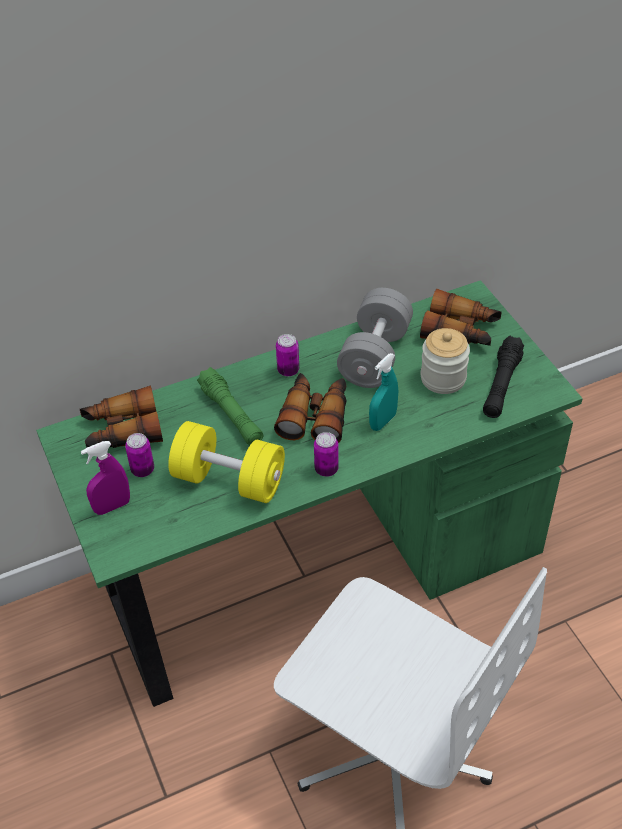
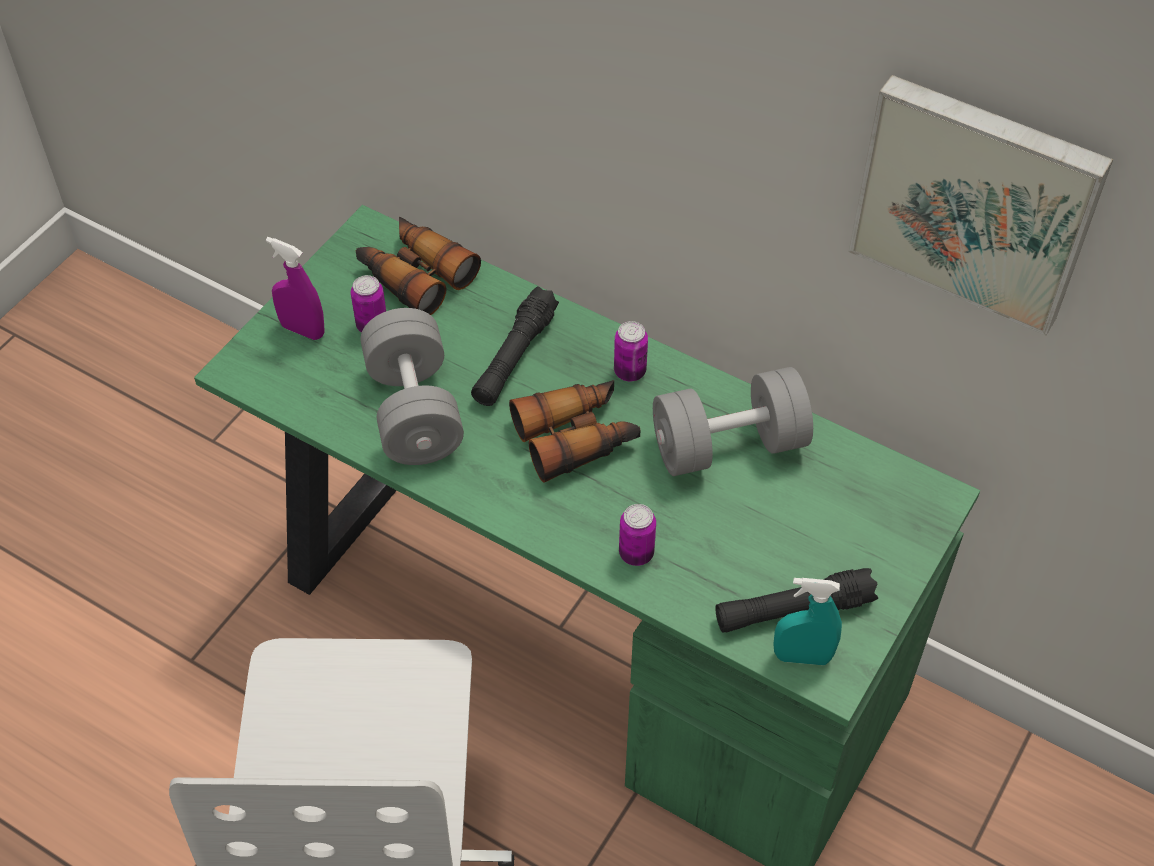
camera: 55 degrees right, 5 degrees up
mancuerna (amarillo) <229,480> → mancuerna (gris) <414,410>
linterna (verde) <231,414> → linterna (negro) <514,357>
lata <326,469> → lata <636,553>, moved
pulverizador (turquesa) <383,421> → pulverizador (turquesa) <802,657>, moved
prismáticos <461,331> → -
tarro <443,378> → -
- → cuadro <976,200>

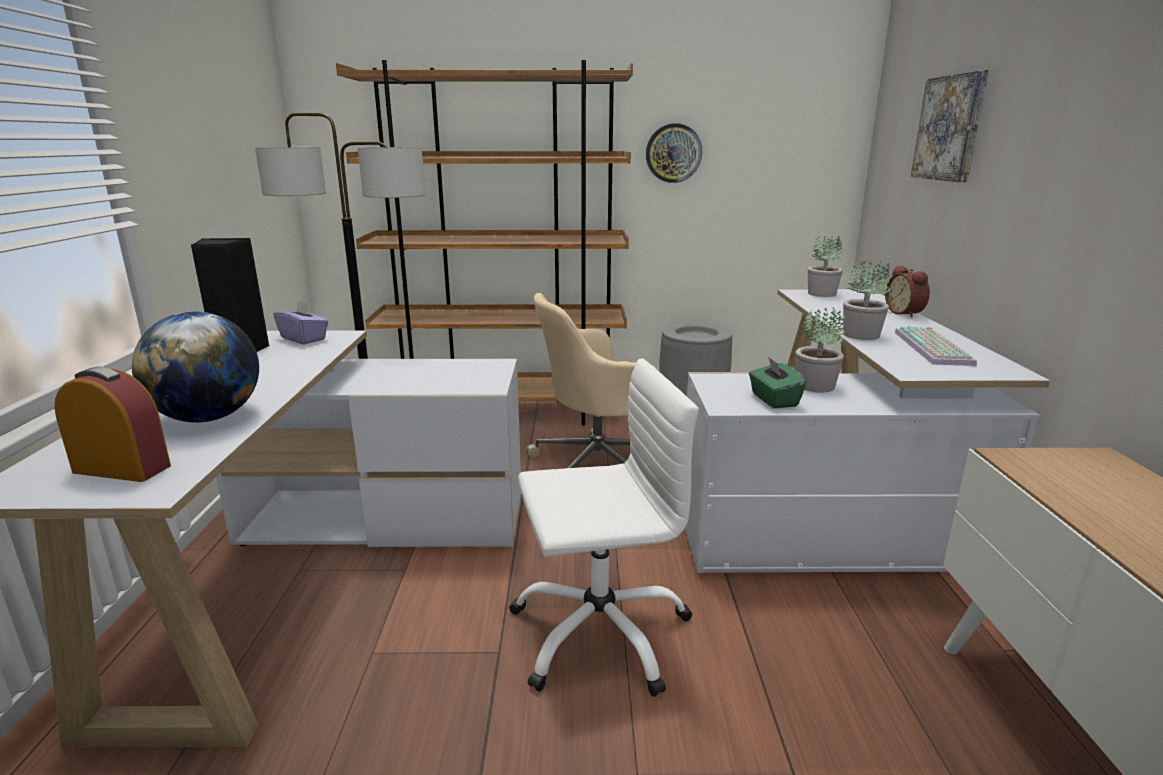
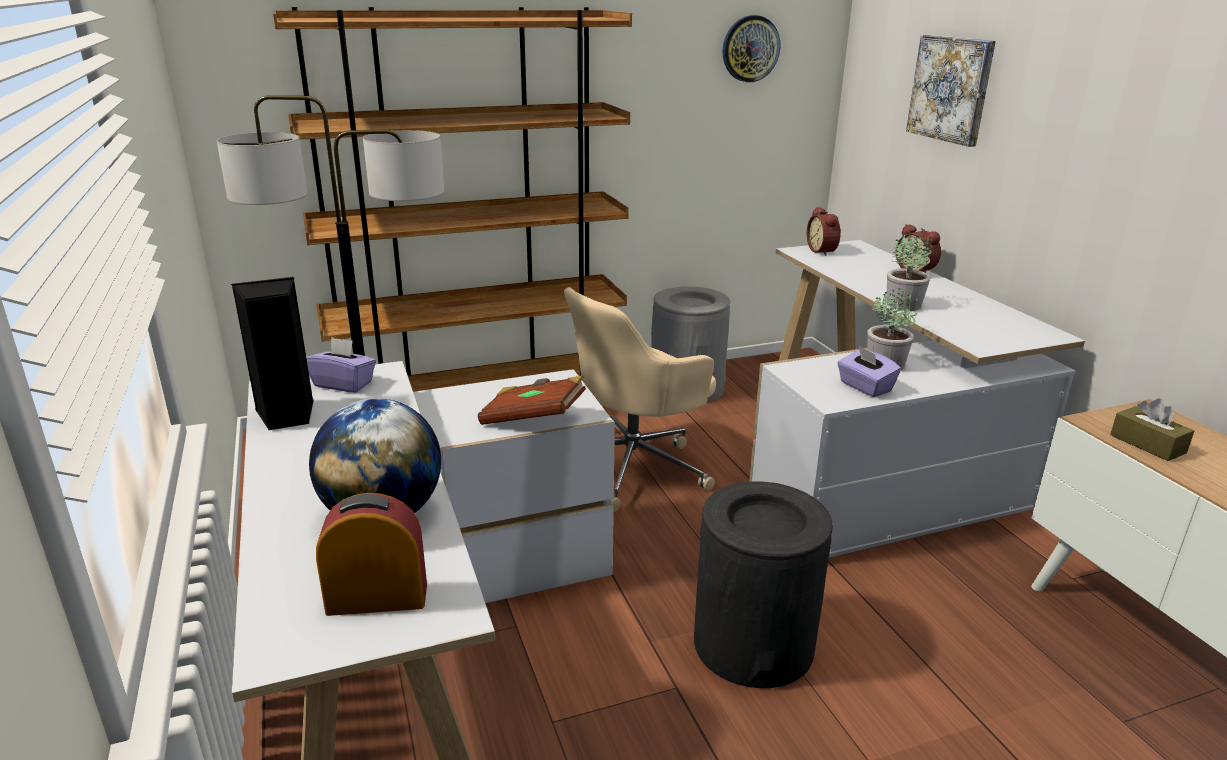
camera: 20 degrees left, 5 degrees up
silla de oficina (blanco) <599,632> → papelera (negro) <754,643>
reloj de pared <673,153> → reloj de pared <750,49>, moved
caja de pañuelos (verde) <773,400> → caja de pañuelos (morado) <865,387>
planta en maceta <822,294> → despertador <823,251>
teclado <935,348> → -
- → libro (marrón) <533,418>
- → caja de pañuelos (marrón) <1147,444>

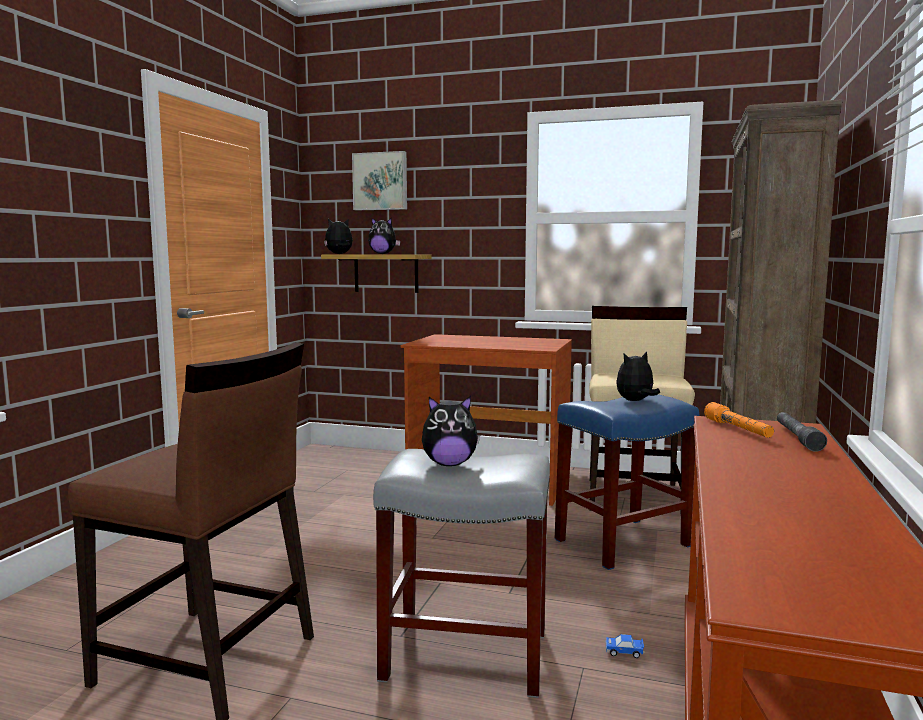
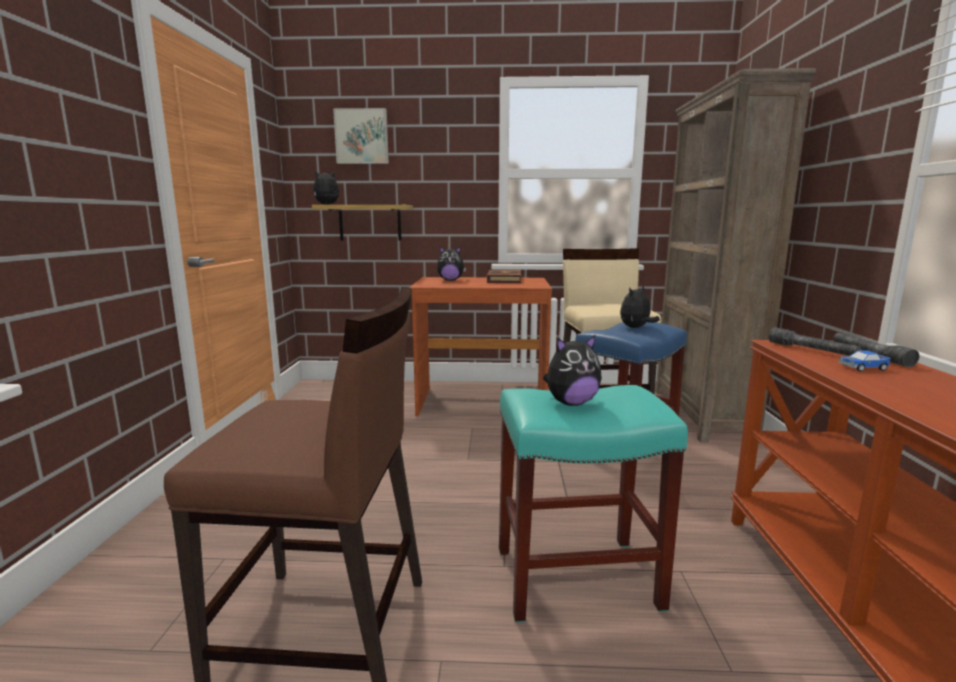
camera: 15 degrees left, 5 degrees up
peluche <383,254> → peluche <450,280>, moved
taburete (gris) <464,656> → taburete (turquesa) <575,578>
coche de juguete <624,652> → coche de juguete <863,368>, moved
linterna (naranja) <738,429> → linterna (gris) <811,350>
- → libro <504,280>

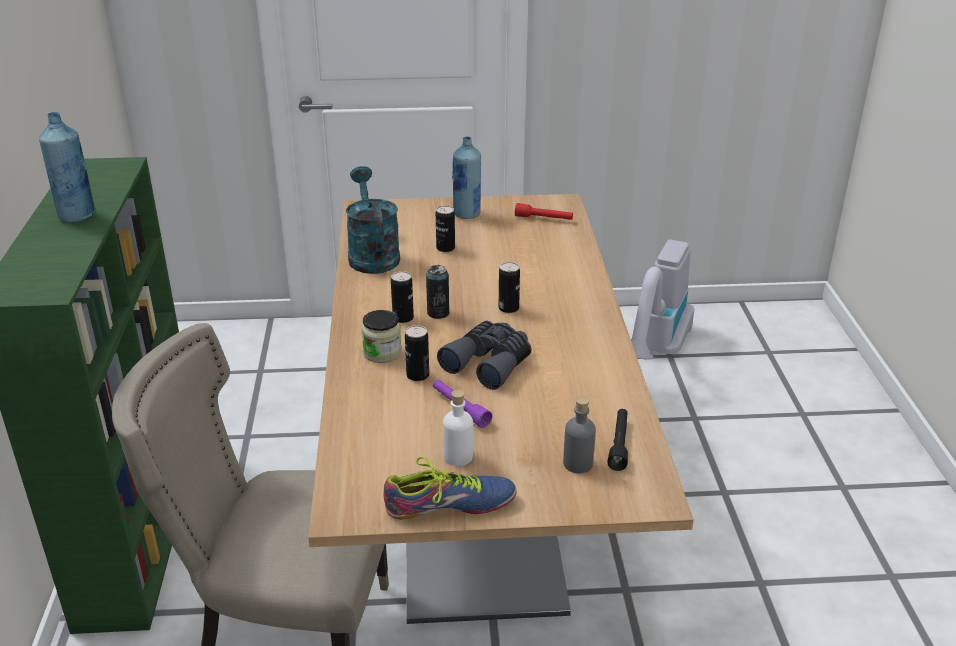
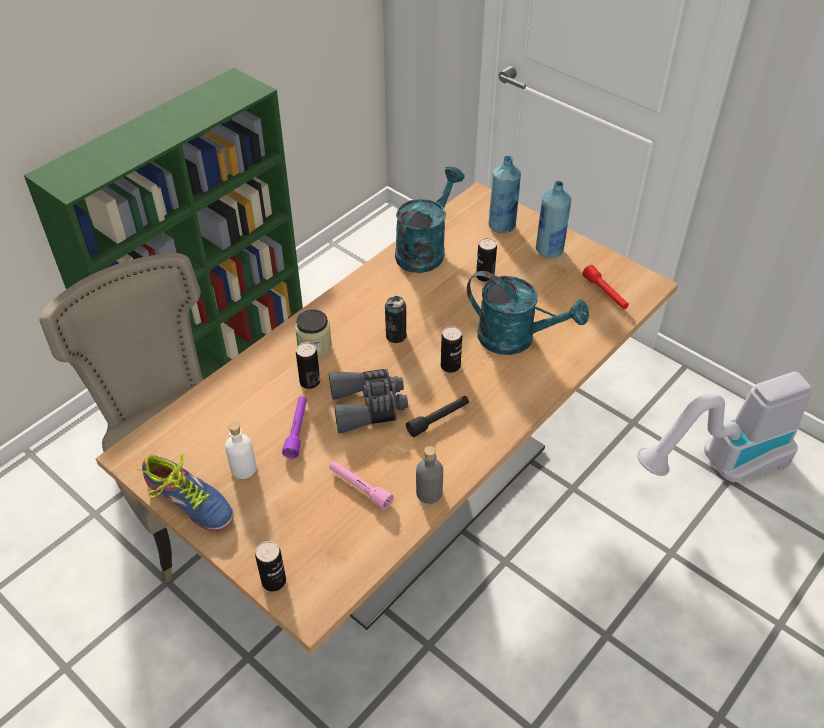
camera: 45 degrees right, 15 degrees up
botella (azul) <77,216> → botella (azul) <502,226>, moved
lata <403,318> → lata <273,581>, moved
botella (gris) <578,464> → botella (gris) <429,493>, moved
linterna (negro) <619,444> → linterna (negro) <438,419>, moved
- → linterna (rosa) <360,488>
- → regadera (turquesa) <516,339>

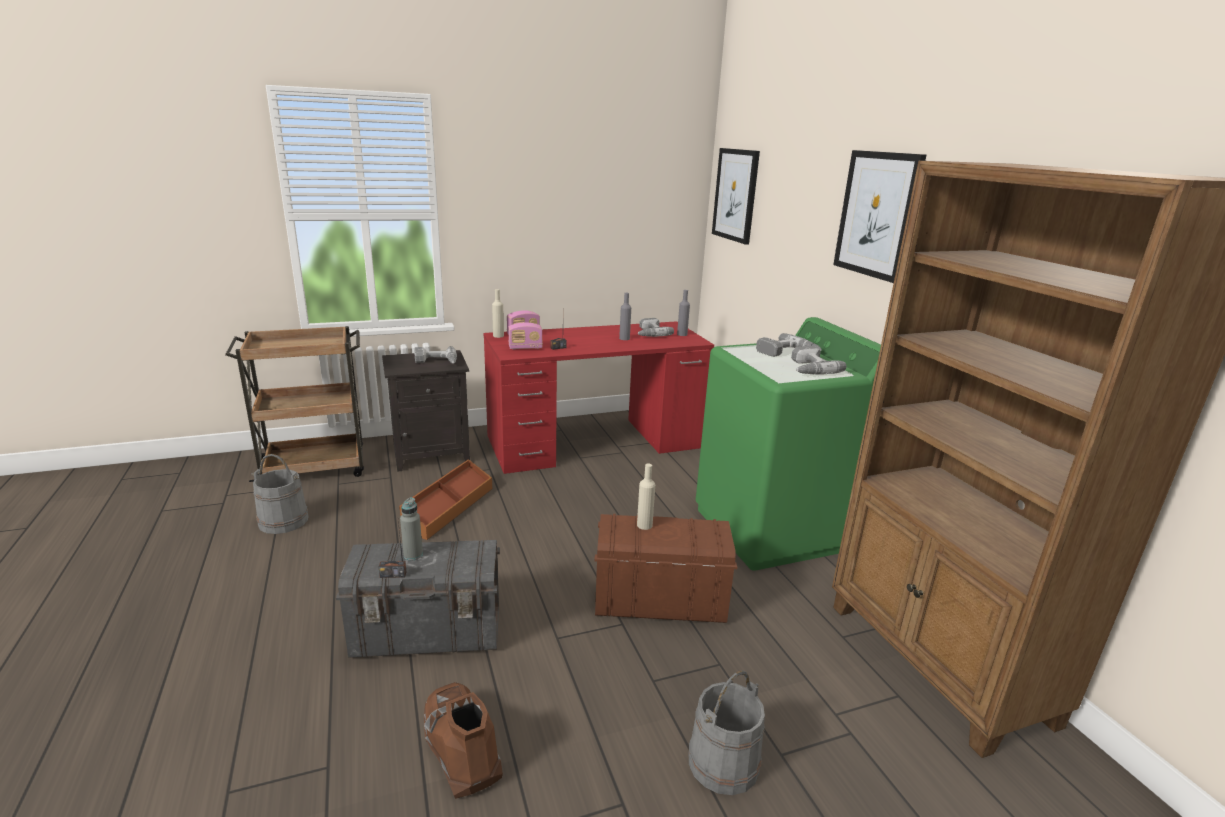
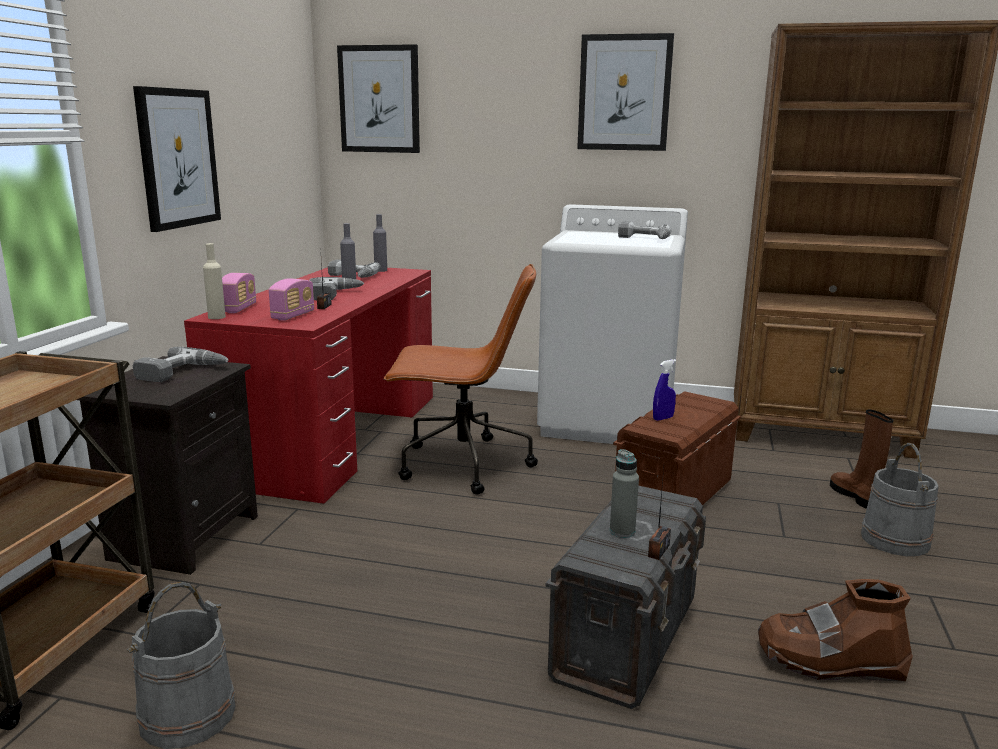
camera: 55 degrees left, 5 degrees down
caja de almacenaje (marrón) <448,508> → -
botella (beis) <644,525> → pulverizador (azul) <663,418>
lavadora (verde) <773,529> → lavadora (blanco) <608,421>
taladro <787,353> → taladro <334,294>, moved
- → cuadro <177,158>
- → silla de oficina (marrón) <461,465>
- → bota (marrón) <855,496>

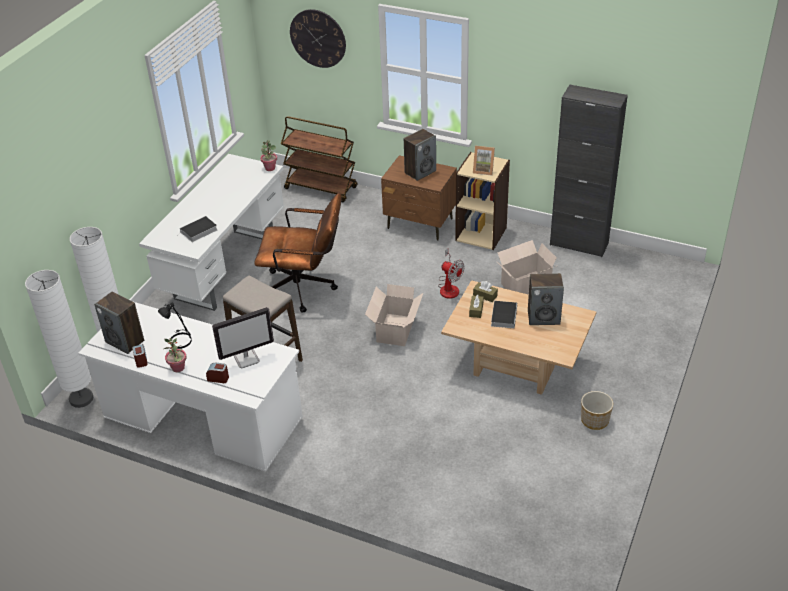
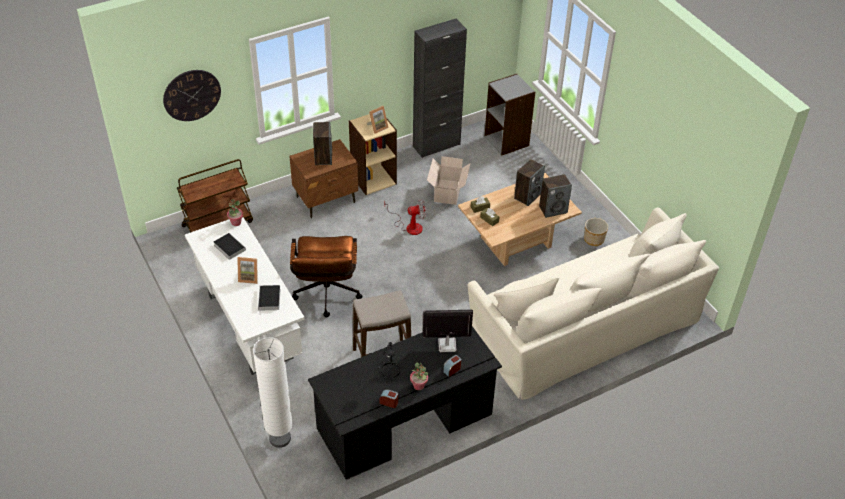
camera: 55 degrees left, 5 degrees up
lámpara de pie (blanco) <81,399> → -
escritorio (blanco) <202,418> → escritorio (negro) <405,423>
altavoz <125,341> → altavoz <553,209>, moved
monitor <247,358> → monitor <446,345>, 105 degrees counterclockwise
silla de oficina (marrón) <305,289> → silla de oficina (marrón) <326,296>, 135 degrees clockwise
caja de cartón <394,330> → -
libro <504,315> → libro <228,247>, moved
- → portarretratos <249,277>
- → sofá (beis) <584,324>
- → estantería (gris) <507,141>

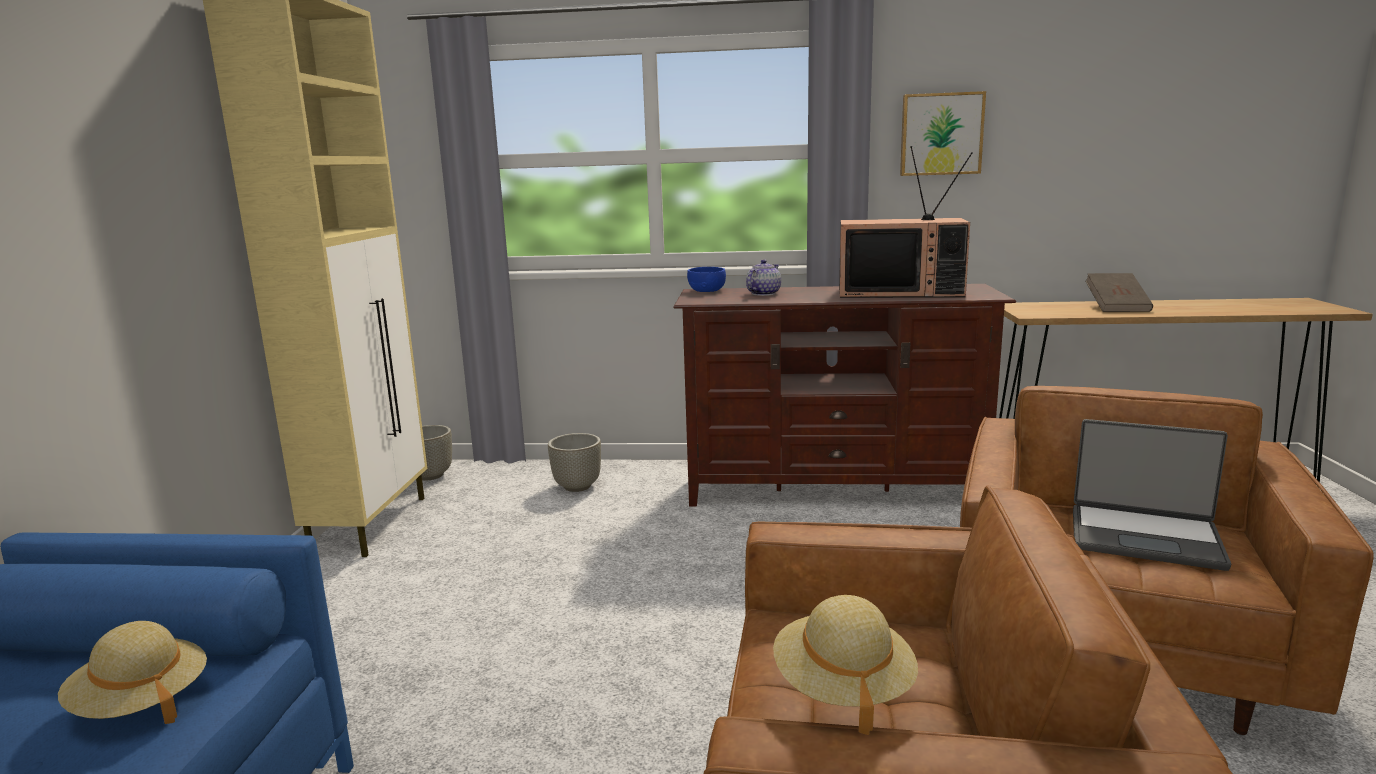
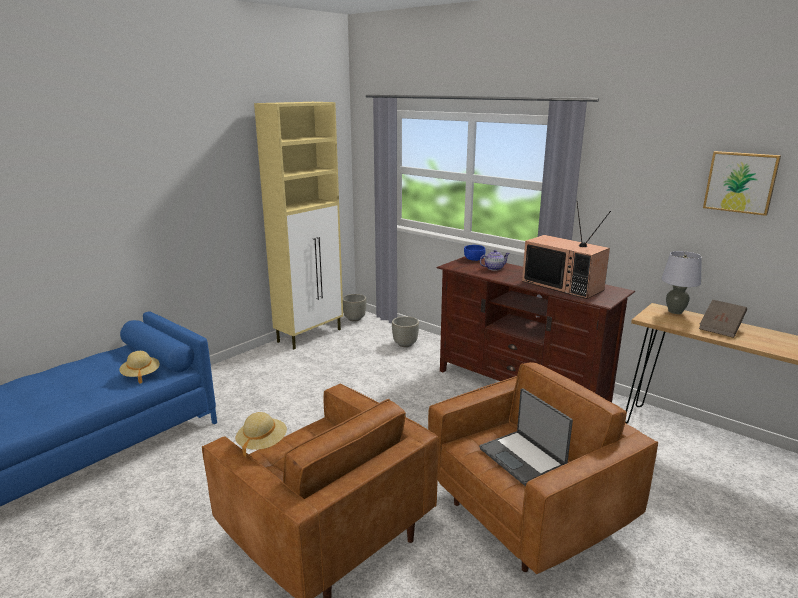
camera: 35 degrees right, 5 degrees up
cuadro <941,134> → cuadro <741,182>, moved
- → lámpara de mesa (gris) <675,311>

